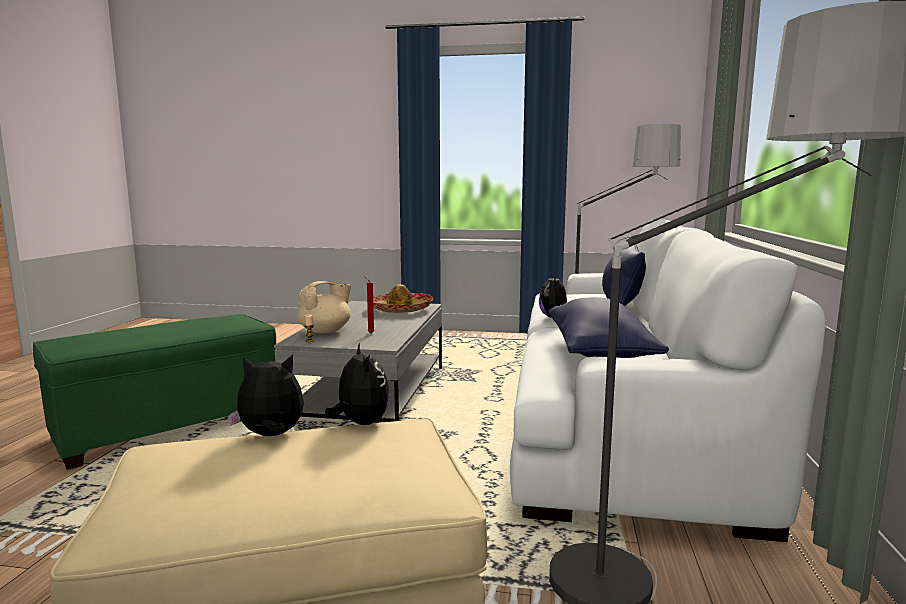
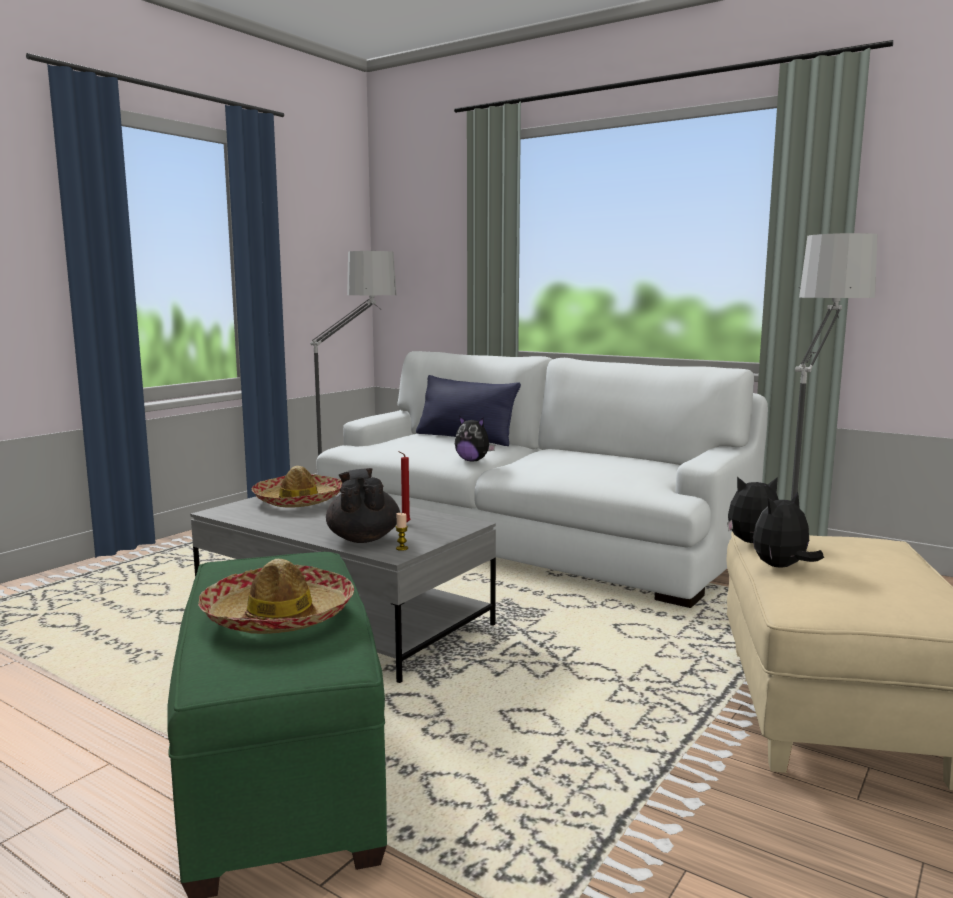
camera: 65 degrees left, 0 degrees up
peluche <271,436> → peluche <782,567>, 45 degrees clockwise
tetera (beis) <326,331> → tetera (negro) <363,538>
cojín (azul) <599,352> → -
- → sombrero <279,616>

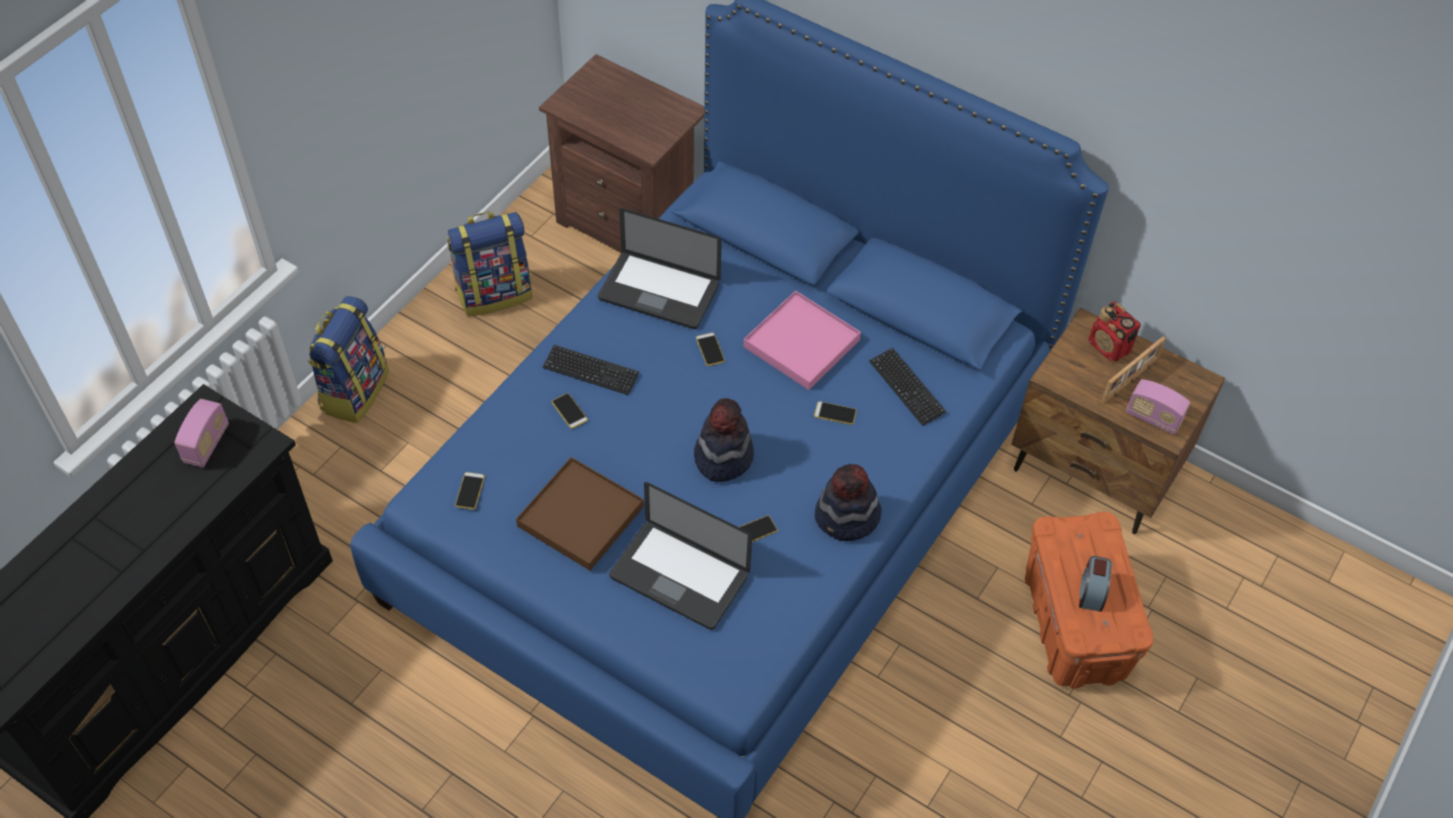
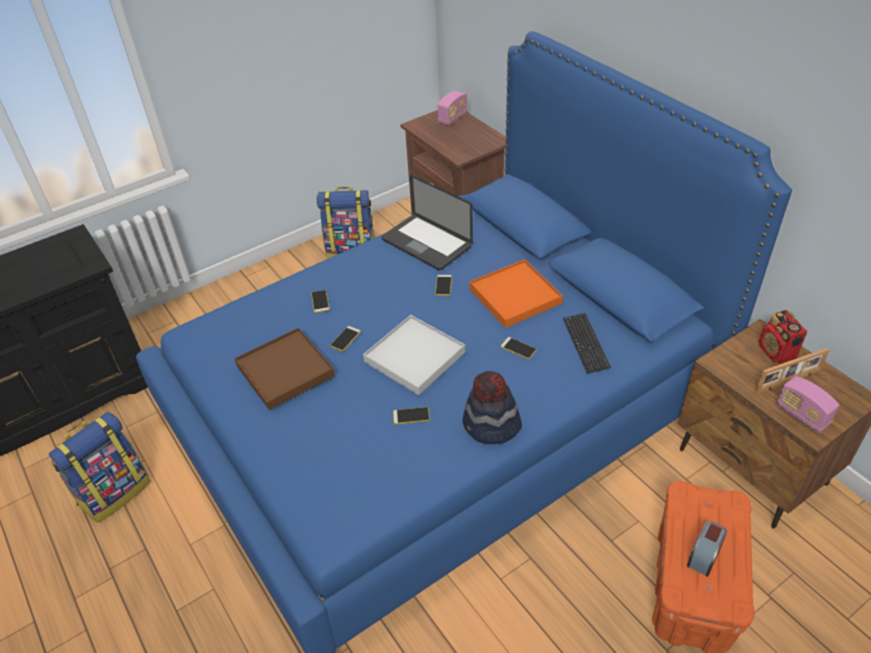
camera: 25 degrees right, 10 degrees down
radio <207,444> → radio <453,118>, moved
mochila <354,390> → mochila <114,492>, moved
móvil <470,491> → móvil <345,339>, moved
teclado <591,371> → -
portátil <679,576> → -
sombrero <723,456> → bandeja (blanco) <414,357>
bandeja (rosa) <801,343> → bandeja (naranja) <515,296>

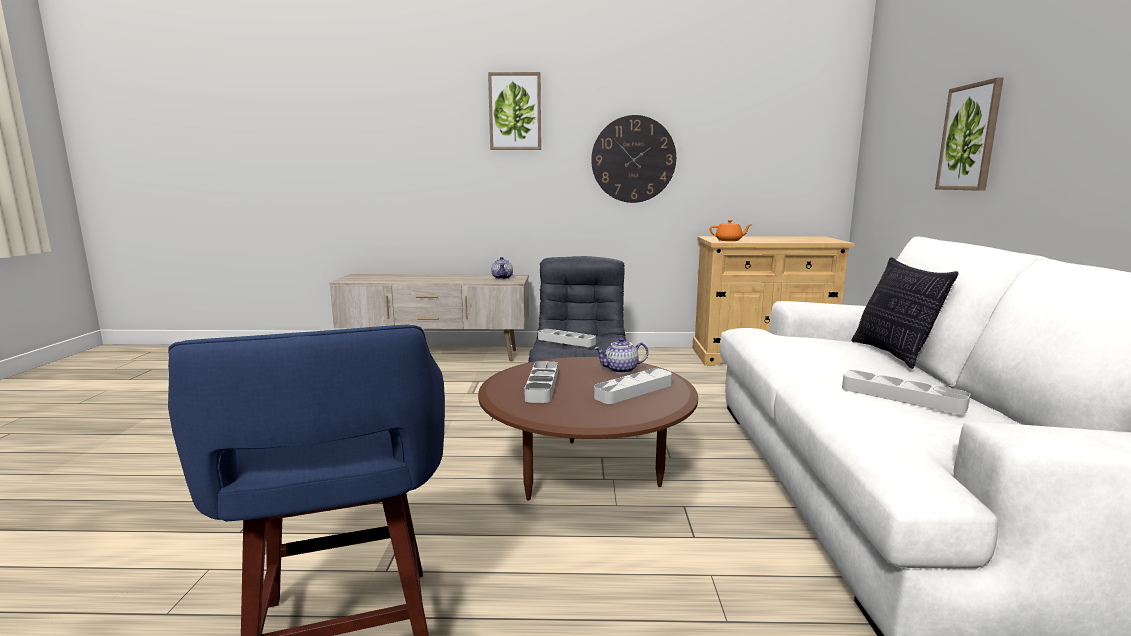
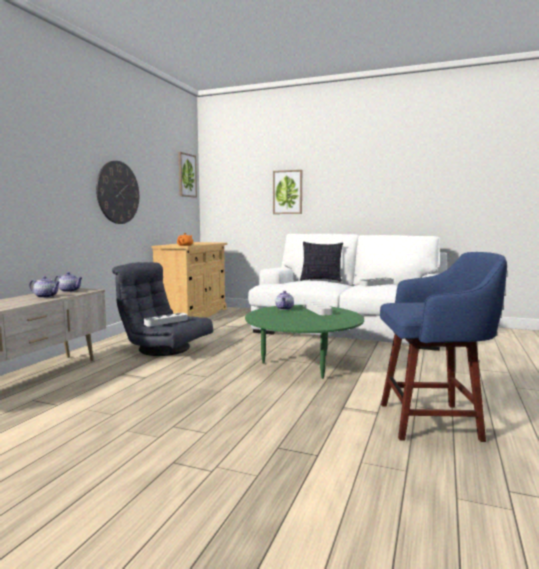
camera: 70 degrees left, 5 degrees down
mesa de centro (marrón) <586,474> → mesa de centro (verde) <303,365>
cuadro <515,112> → cuadro <186,175>, moved
bandeja (gris) <542,386> → -
- → tetera <46,296>

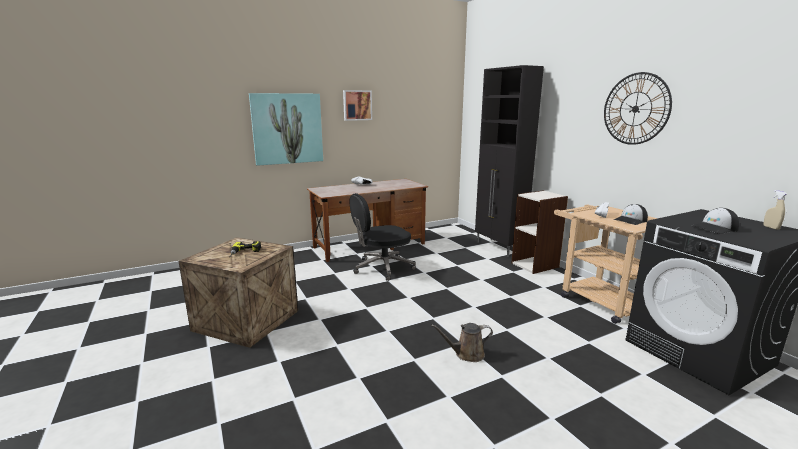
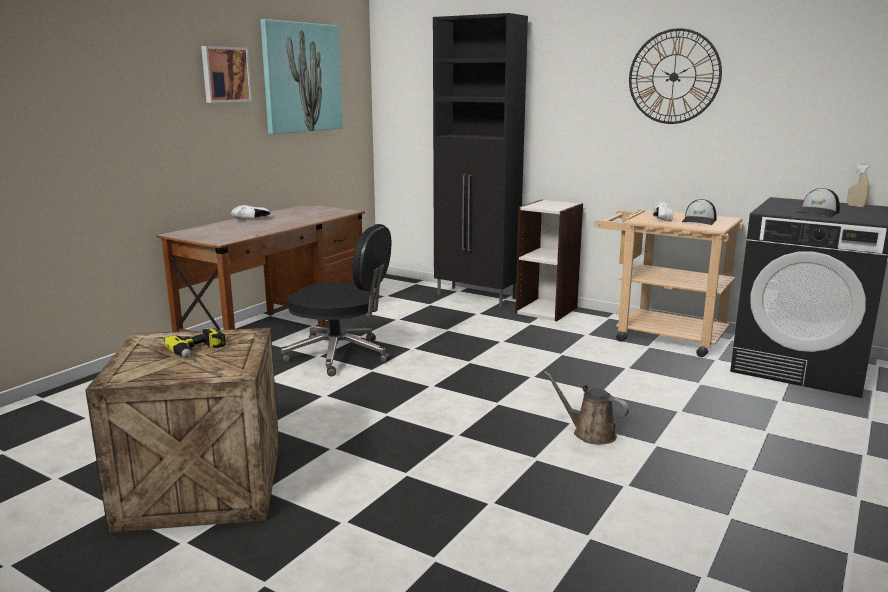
camera: 30 degrees left, 0 degrees up
cuadro <287,128> → cuadro <301,78>, moved
silla de oficina (negro) <382,268> → silla de oficina (negro) <340,355>, 105 degrees counterclockwise
regadera (marrón) <466,354> → regadera (marrón) <590,433>, 75 degrees clockwise

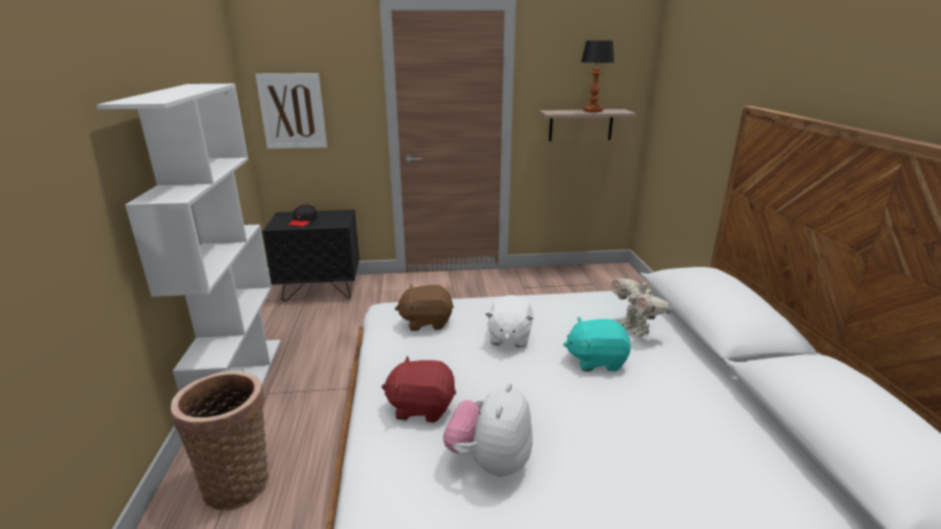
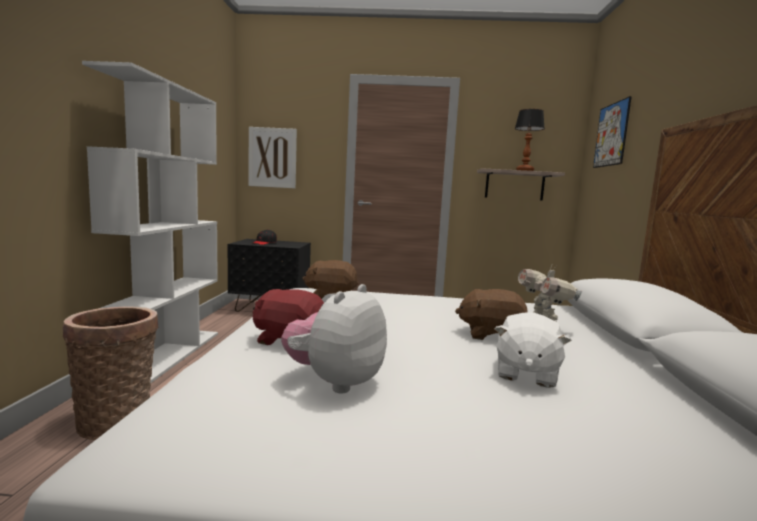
camera: 10 degrees right, 15 degrees down
peluche (blanco) <509,337> → peluche (blanco) <525,373>, moved
peluche (turquesa) <596,360> → peluche (marrón) <491,335>
- → cuadro <611,134>

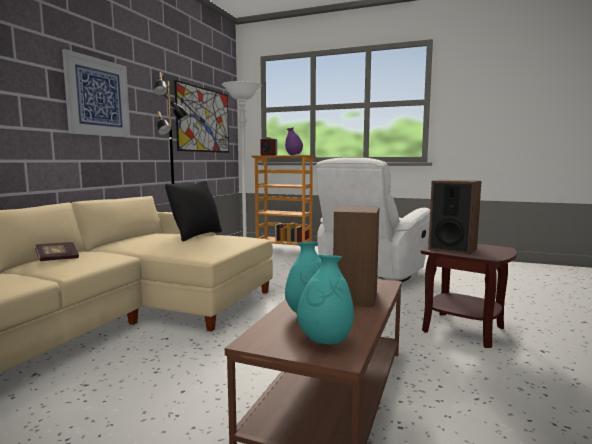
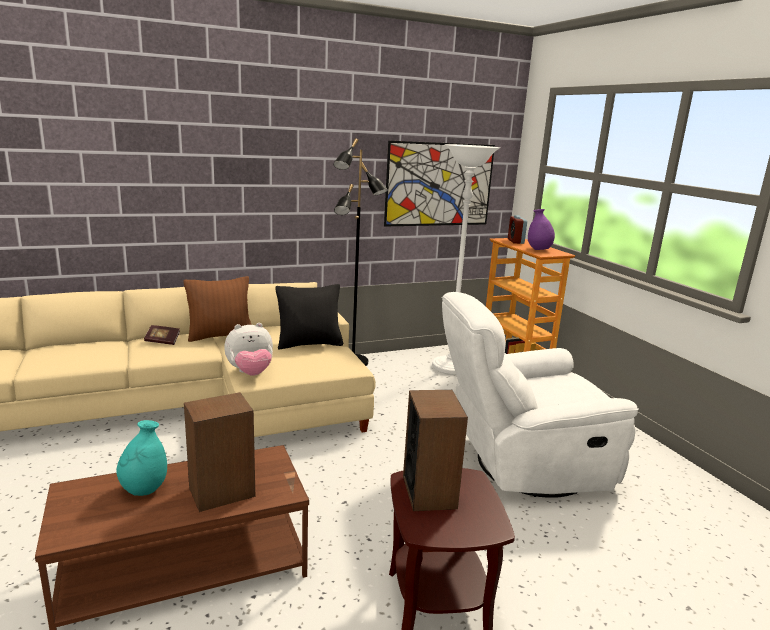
camera: 45 degrees right, 10 degrees up
cuadro <98,97> → -
florero (turquesa) <325,341> → -
- → cojín (marrón) <220,336>
- → peluche <250,373>

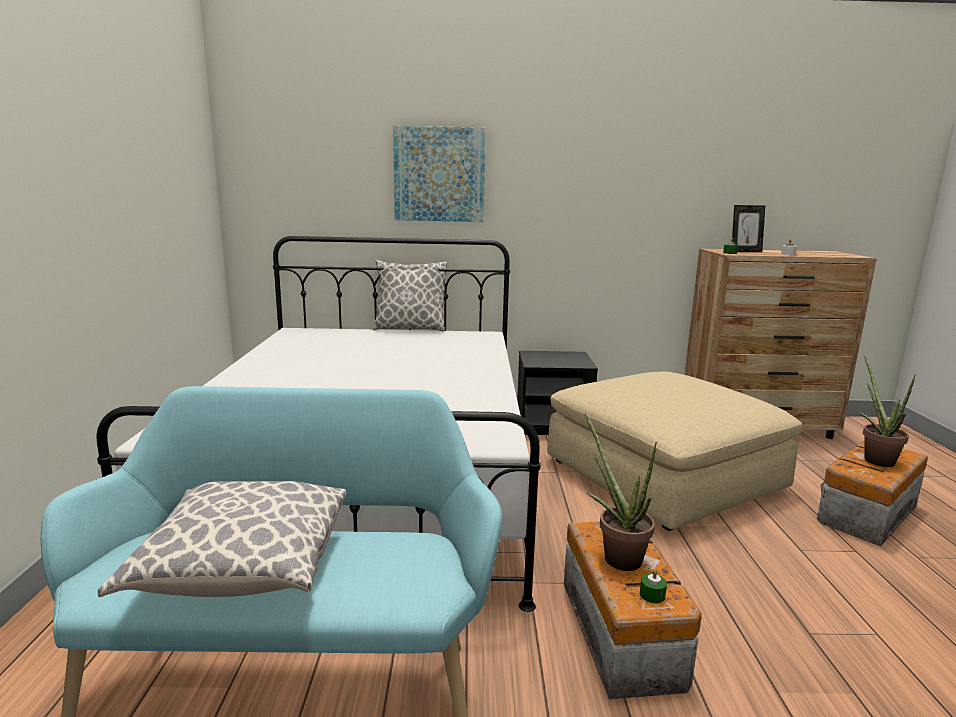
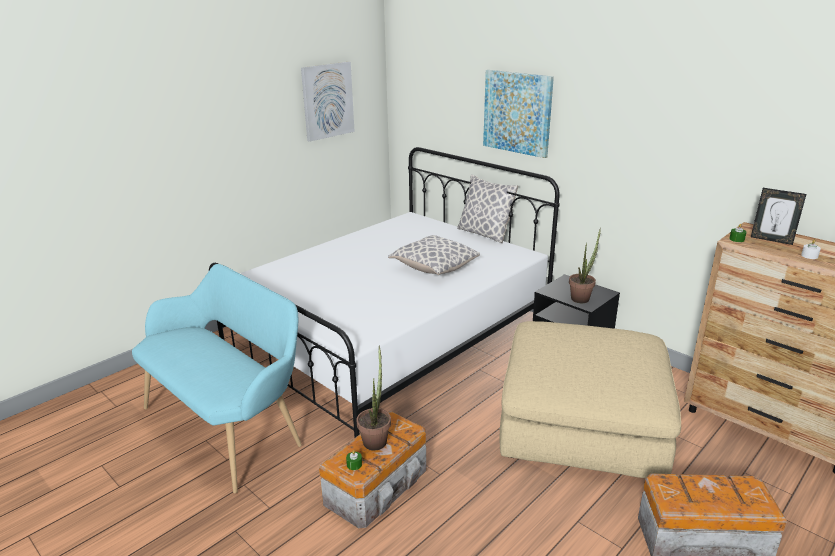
camera: 45 degrees right, 10 degrees up
cojín <243,568> → cojín <434,268>, moved
planta en maceta <874,458> → planta en maceta <582,297>, moved
- → cuadro <327,101>

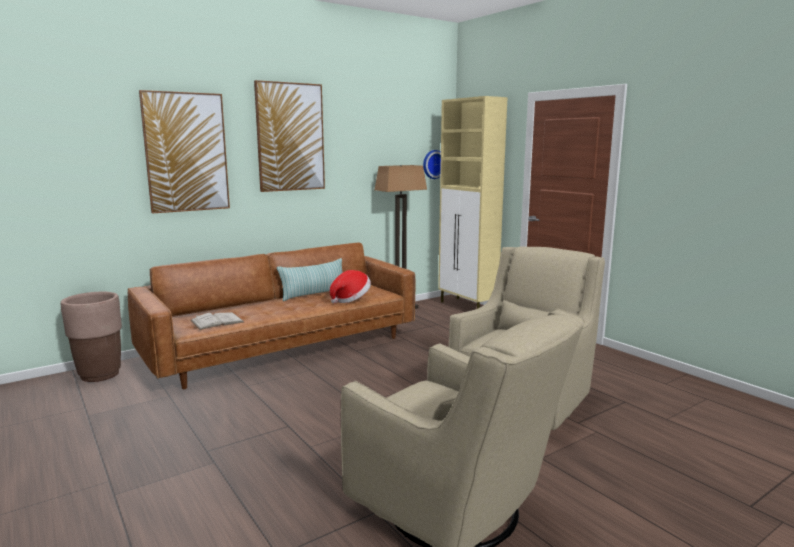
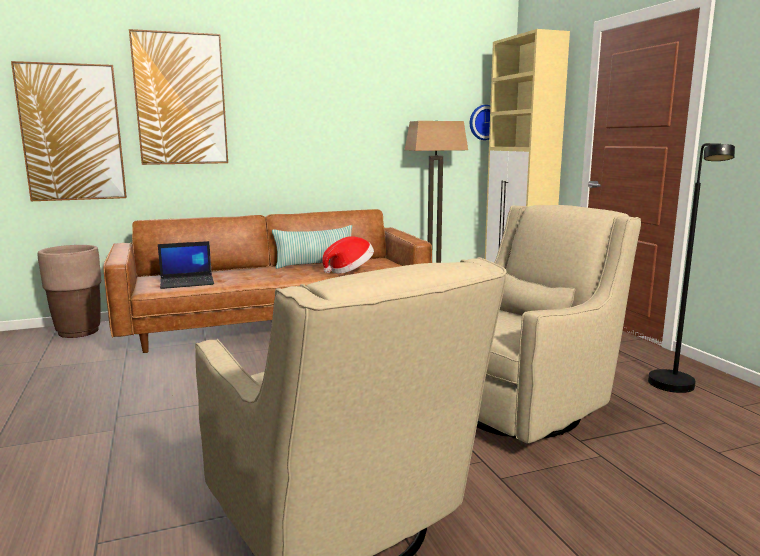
camera: 15 degrees right, 0 degrees up
libro (blanco) <217,321> → portátil <188,282>
cuadro <290,137> → cuadro <72,133>, moved
- → lámpara de pie (negro) <675,389>

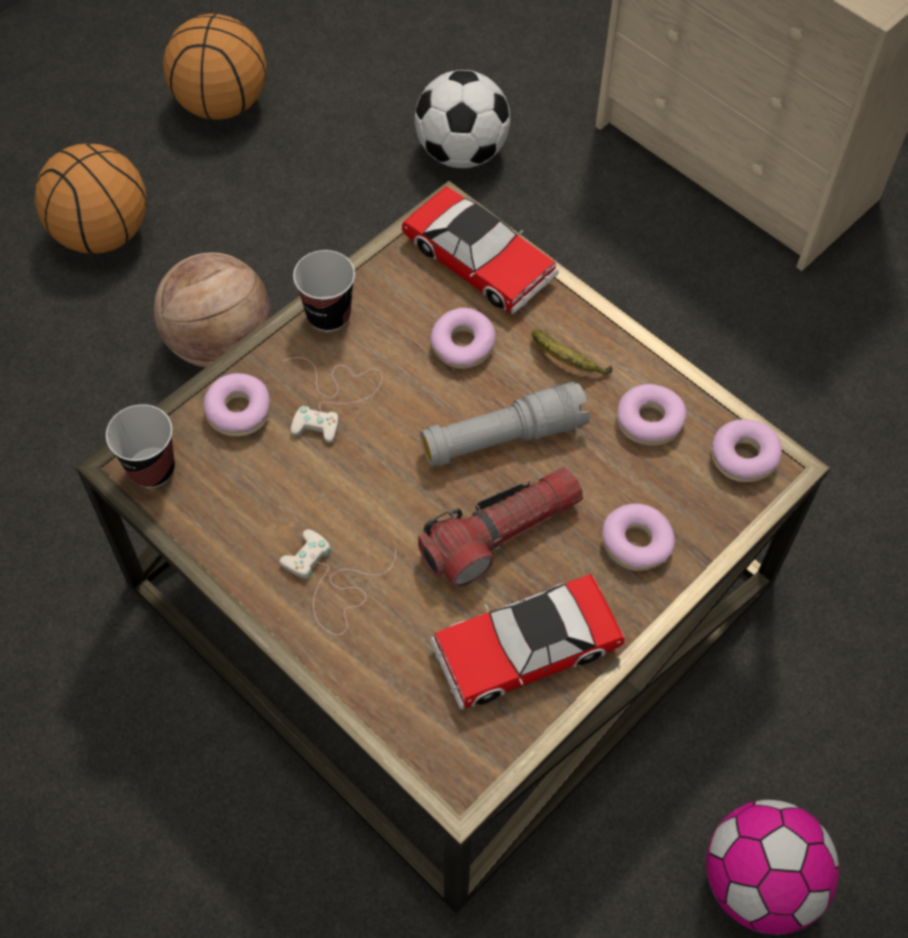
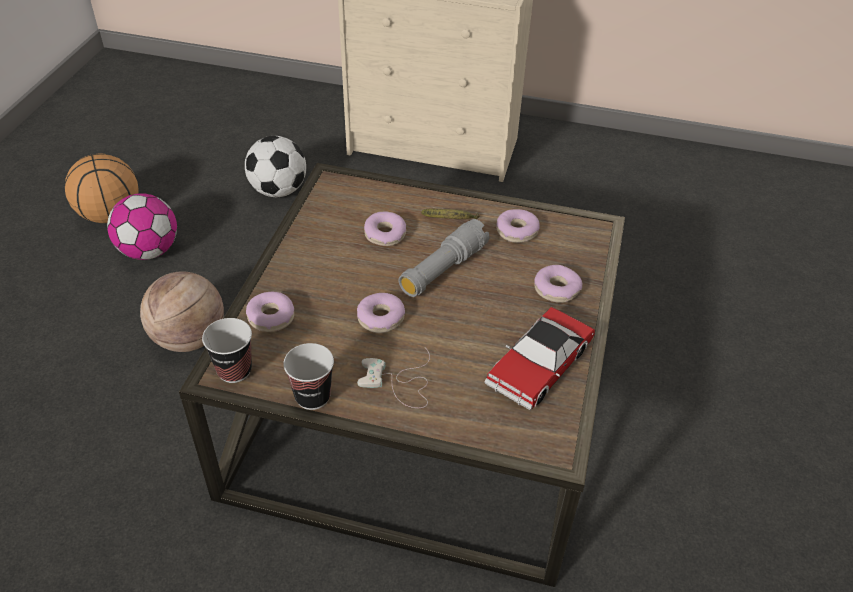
camera: 30 degrees left, 15 degrees down
balón de baloncesto <104,234> → -
mando de consola (blanco) <333,398> → -
taza <328,315> → taza <312,396>, moved
coche de juguete <479,260> → -
linterna <501,534> → -
balón de fútbol <759,882> → balón de fútbol <149,251>, moved
rosquilla <744,457> → rosquilla <381,318>, moved

